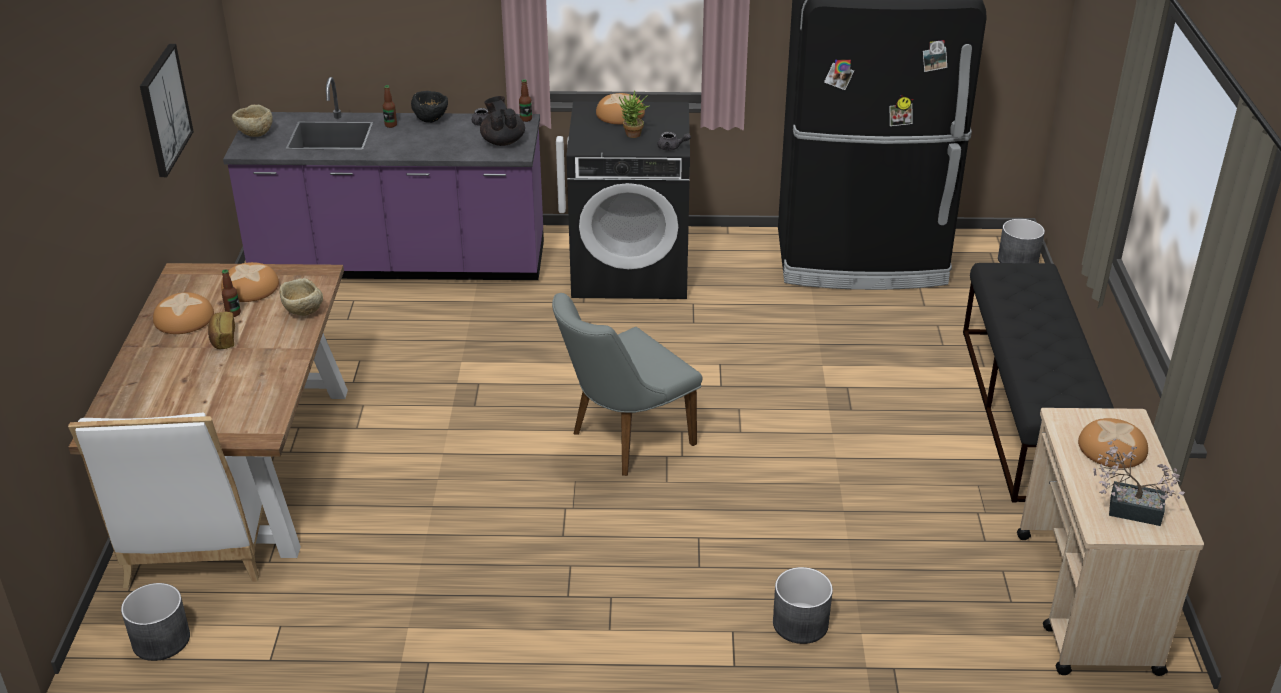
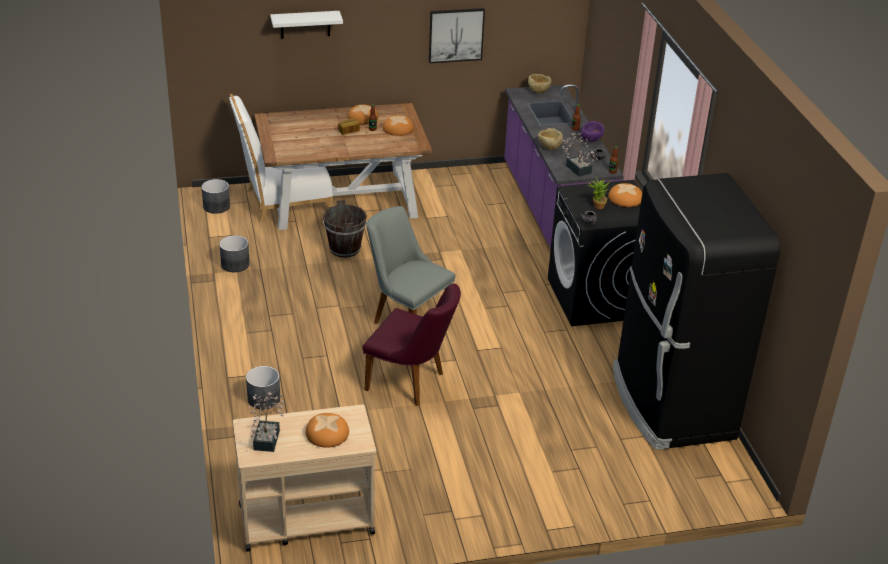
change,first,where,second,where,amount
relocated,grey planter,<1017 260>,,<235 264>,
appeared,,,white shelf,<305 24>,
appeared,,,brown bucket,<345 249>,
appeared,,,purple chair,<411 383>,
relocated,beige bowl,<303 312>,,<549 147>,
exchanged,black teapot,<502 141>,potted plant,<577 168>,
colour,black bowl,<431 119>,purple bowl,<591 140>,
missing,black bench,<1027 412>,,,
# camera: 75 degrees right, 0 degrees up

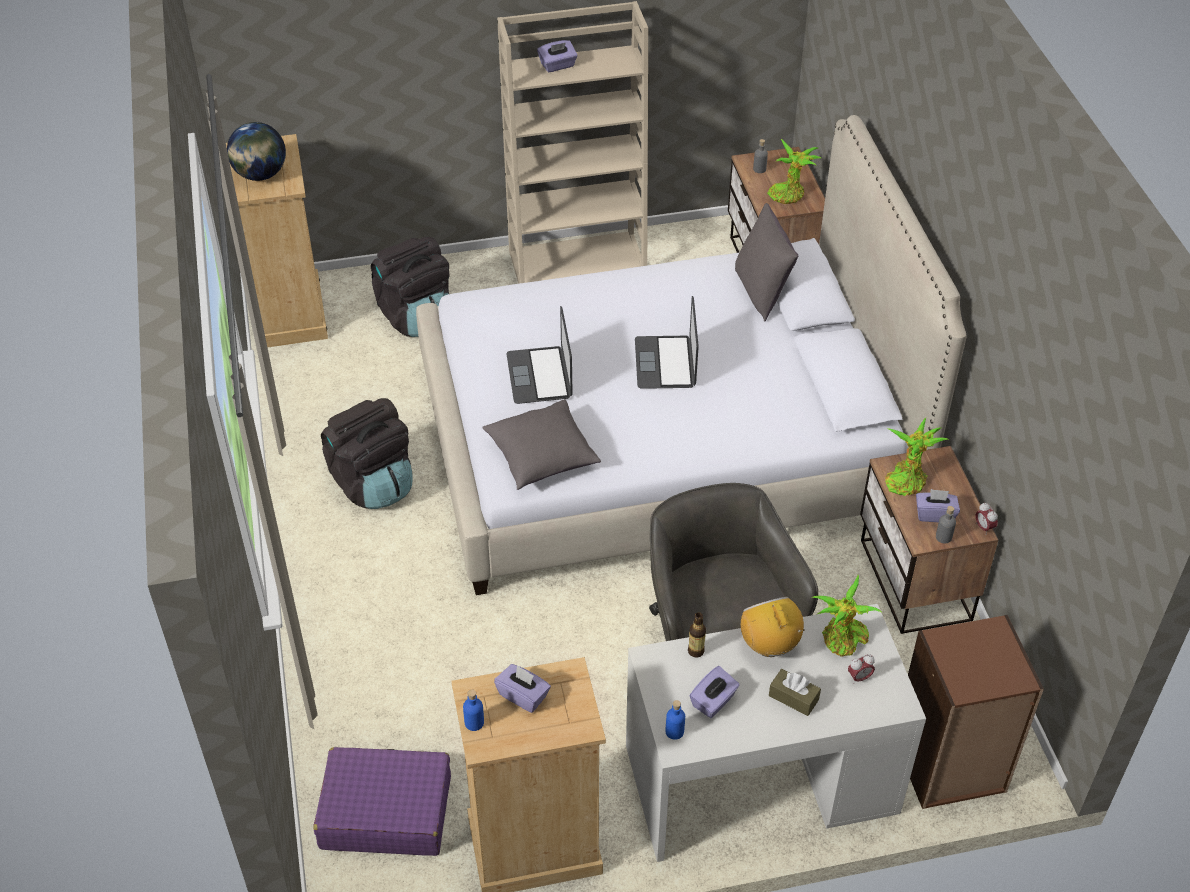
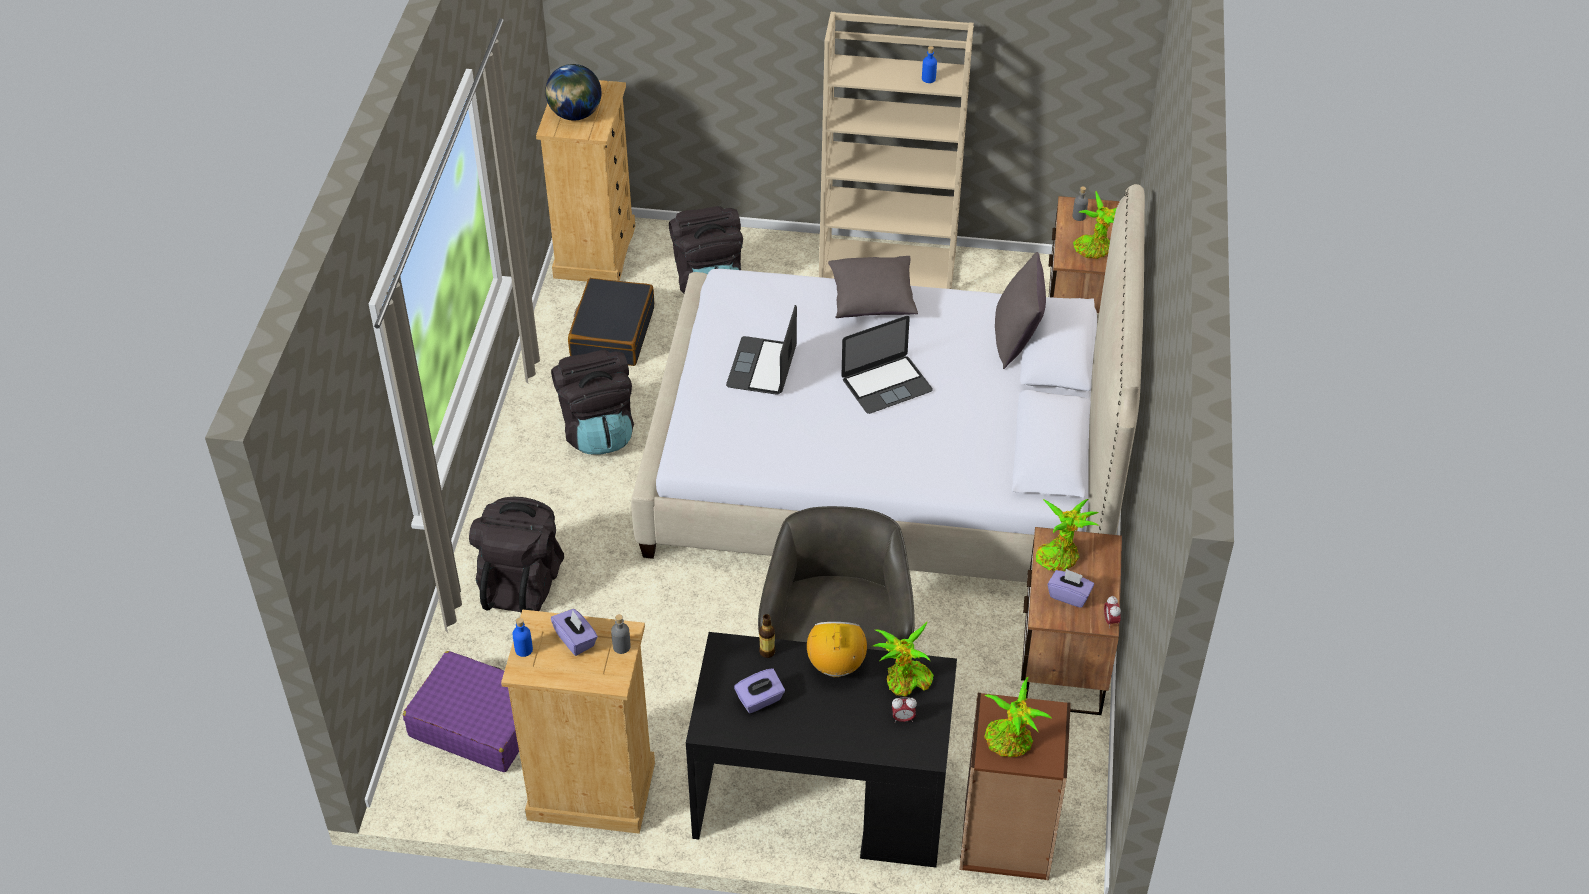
change,first,where,second,where,amount
appeared,,,black backpack,<522 582>,
appeared,,,black suitcase,<612 333>,
relocated,grey bottle,<943 537>,,<621 647>,
colour,white desk,<760 779>,black desk,<821 797>,
relocated,grey pillow,<541 457>,,<872 300>,
spun,laptop,<665 362>,,<886 384>,135 degrees counterclockwise
relocated,blue bottle,<674 731>,,<928 79>,
appeared,,,potted plant,<1010 742>,
missing,purple tissue box,<557 66>,,,
missing,brown tissue box,<793 697>,,,
# camera: 20 degrees right, 0 degrees up

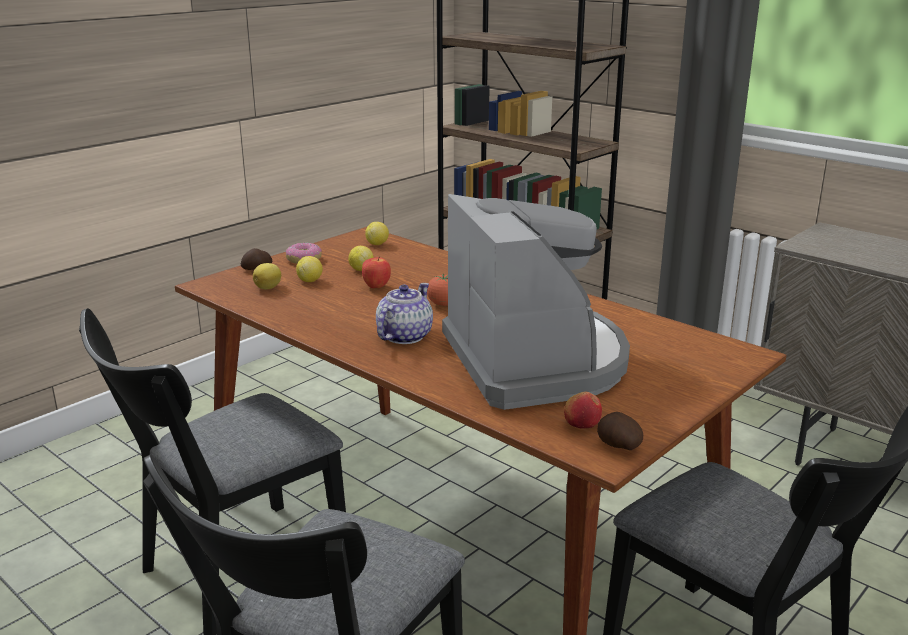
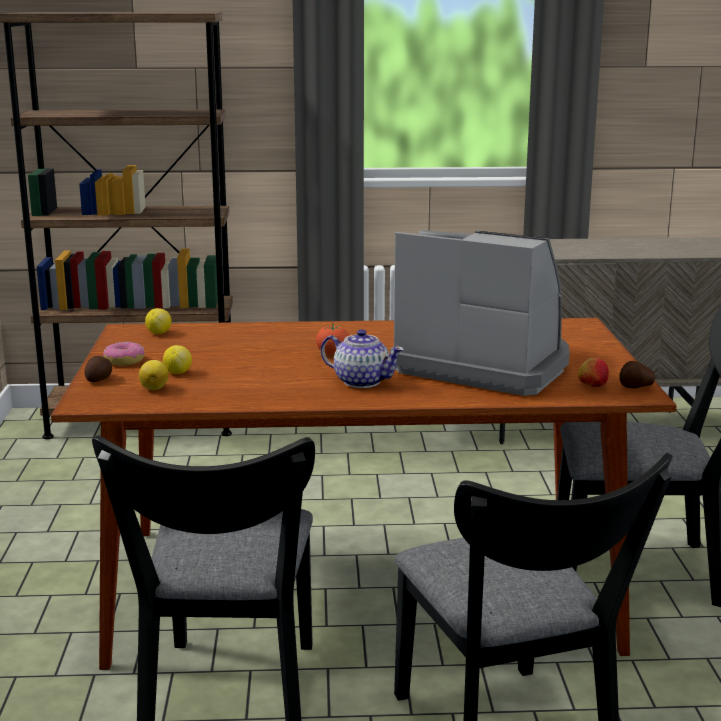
change,first,where,second,where,amount
spun,teapot,<403 336>,,<361 381>,135 degrees clockwise
missing,lemon,<361 269>,,,
missing,apple,<376 287>,,,
# camera: 45 degrees left, 5 degrees down

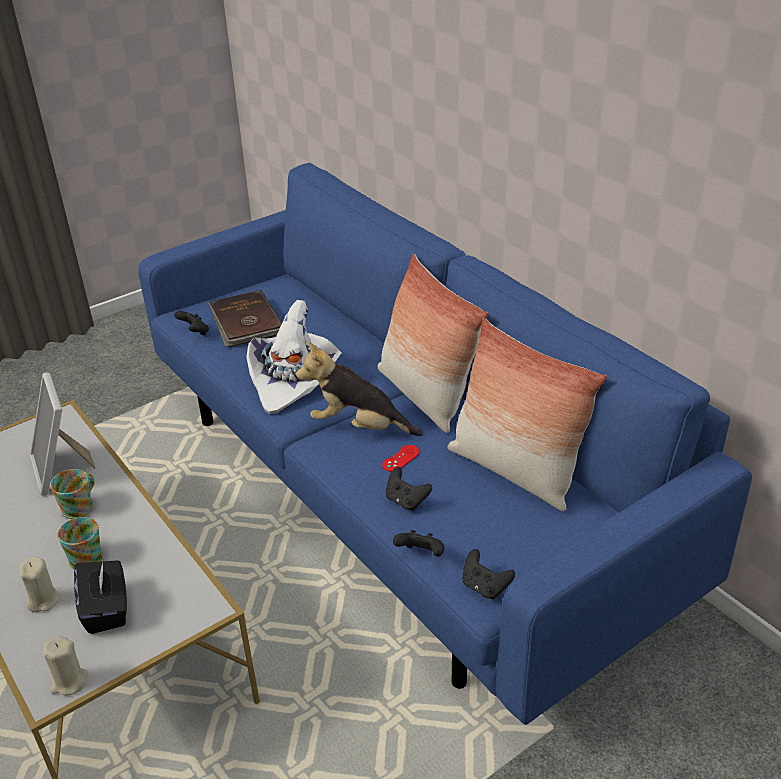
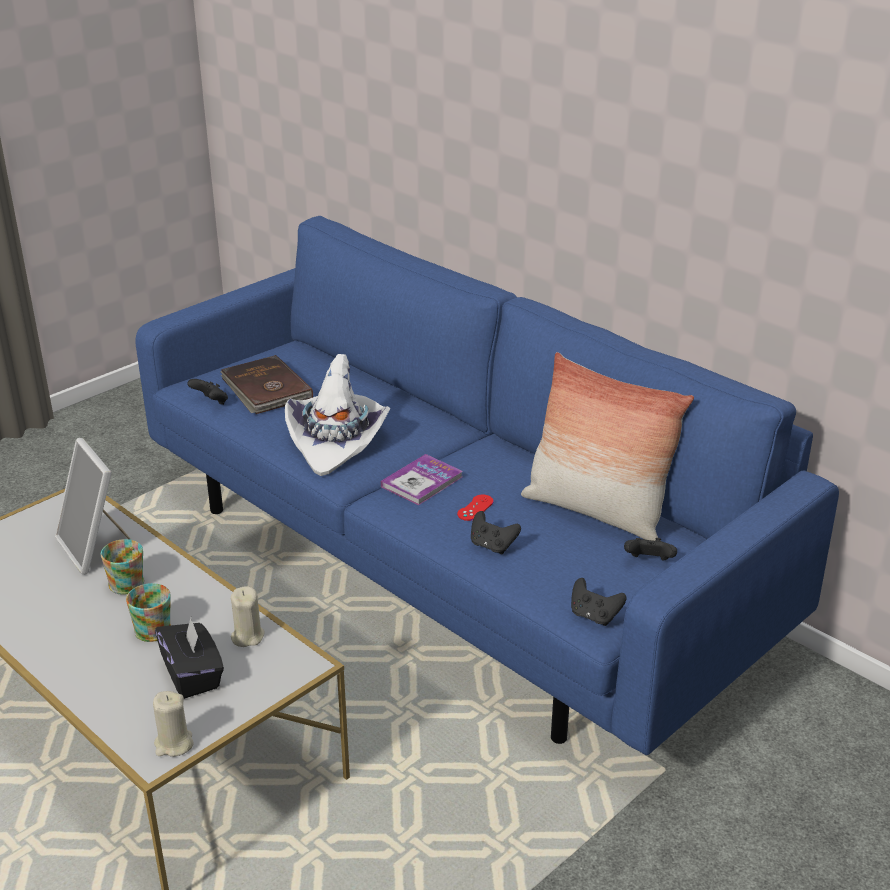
change,first,where,second,where,amount
relocated,beige candle,<43 600>,,<247 636>,
exchanged,plush toy,<359 426>,book,<422 481>,
relocated,black game controller,<421 555>,,<649 562>,
missing,pillow,<425 395>,,,
# camera: 10 degrees left, 5 degrees down

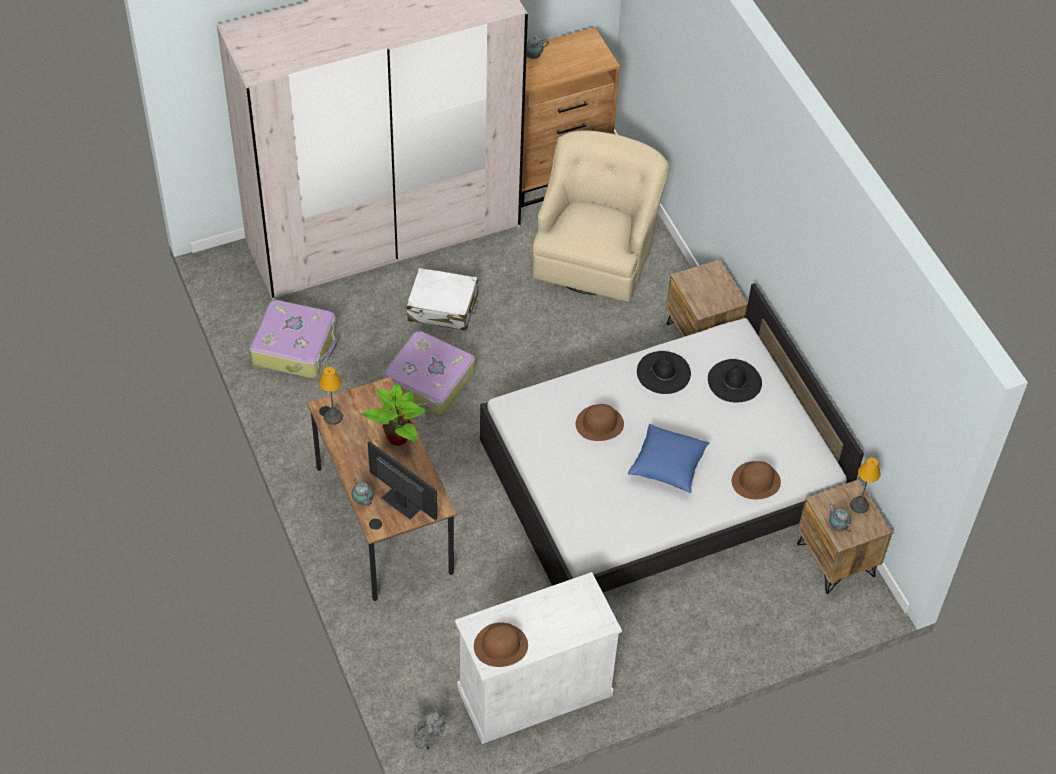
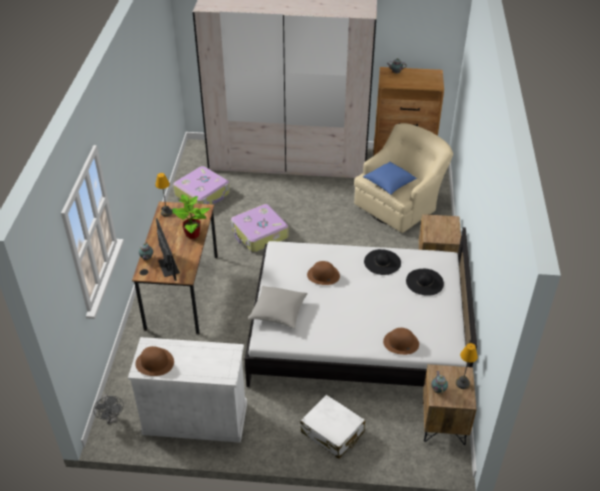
change,first,where,second,where,amount
appeared,,,grey pillow,<278 312>,
relocated,white suitcase,<443 307>,,<332 432>,
relocated,blue pillow,<668 466>,,<389 184>,
# camera: 30 degrees right, 10 degrees down

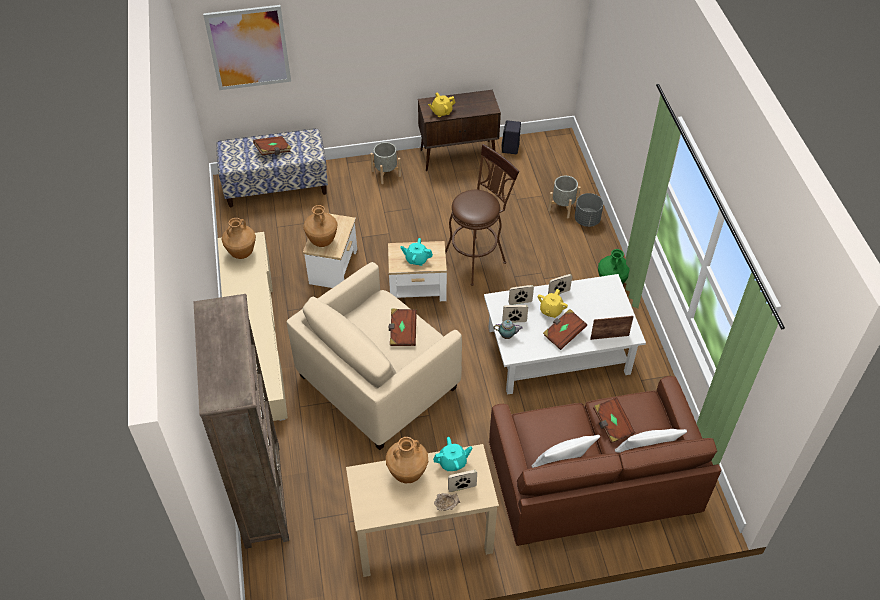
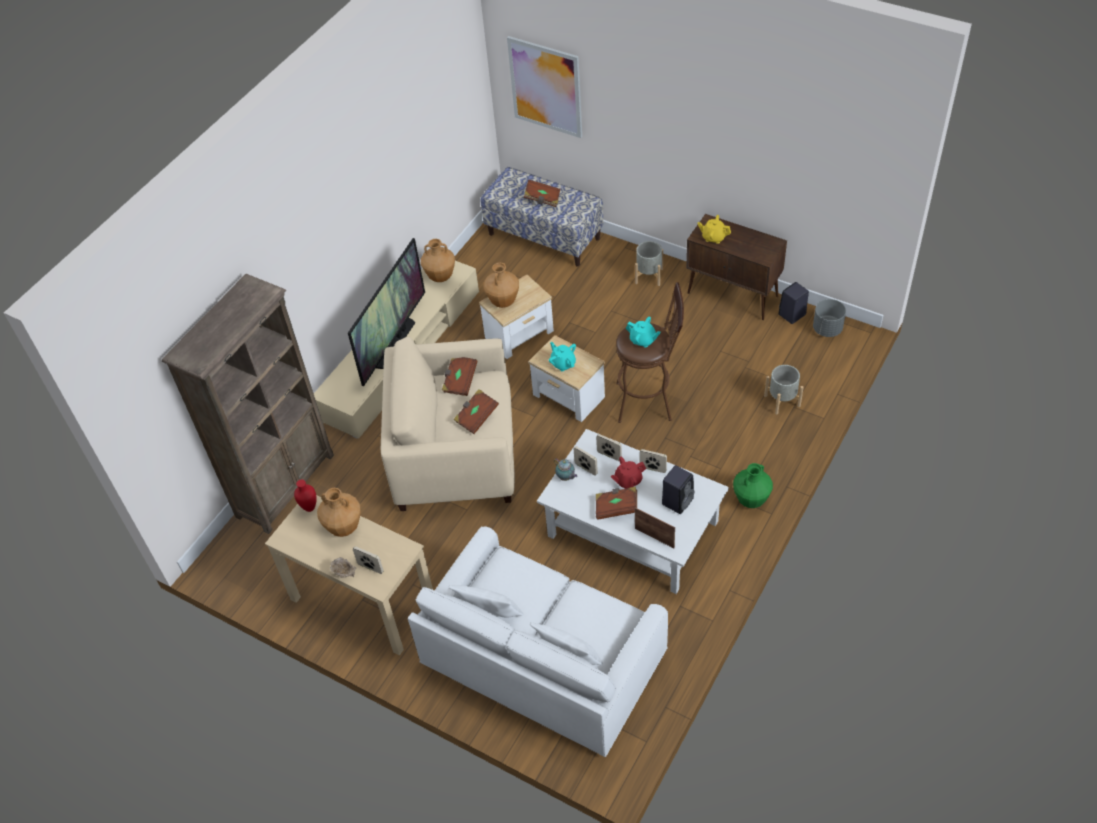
change,first,where,second,where,amount
appeared,,,red vase,<309 508>,
appeared,,,television,<394 343>,
colour,brown sofa,<592 479>,white sofa,<542 658>,
relocated,brown book,<612 425>,,<460 381>,
colour,yellow teapot,<551 311>,red teapot,<628 480>,
relocated,turquoise teapot,<452 462>,,<643 340>,
appeared,,,black speaker,<678 500>,
relocated,grey planter,<587 220>,,<827 329>,
# camera: 45 degrees right, 0 degrees up

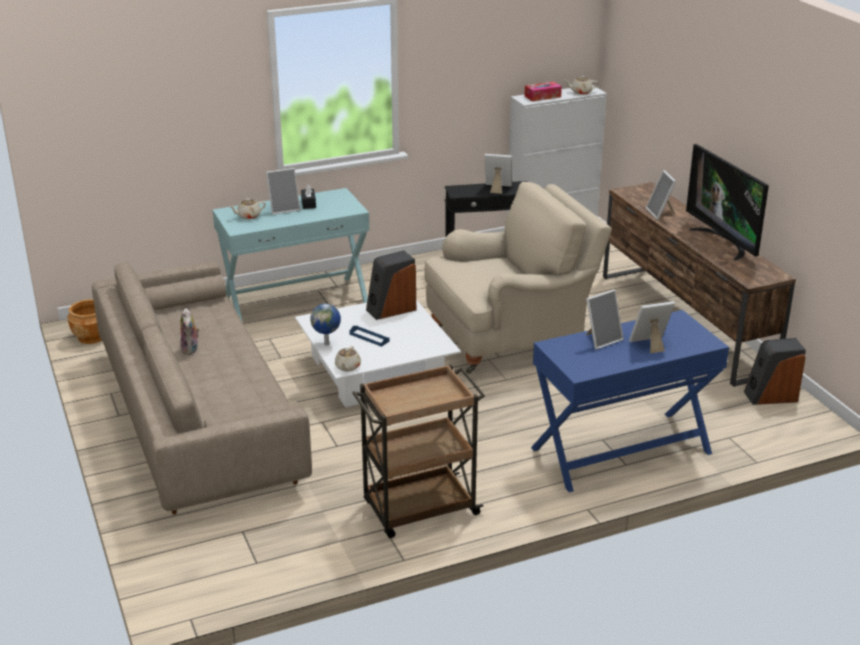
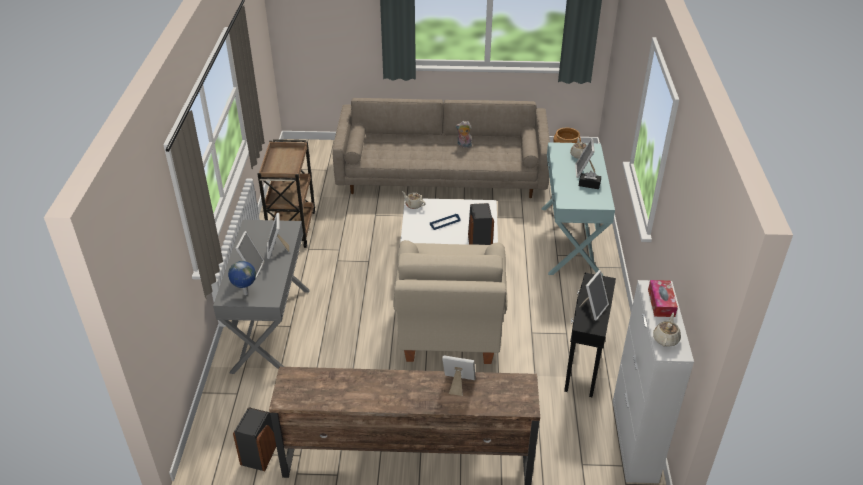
change,first,where,second,where,amount
colour,blue console table,<621 451>,grey console table,<271 329>,
relocated,globe,<327 344>,,<245 294>,
missing,television,<723 242>,,,
# camera: 115 degrees right, 10 degrees up

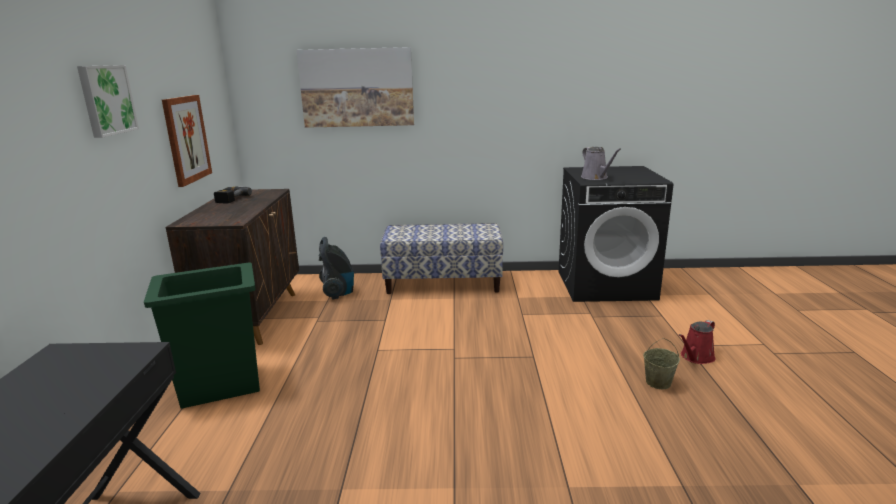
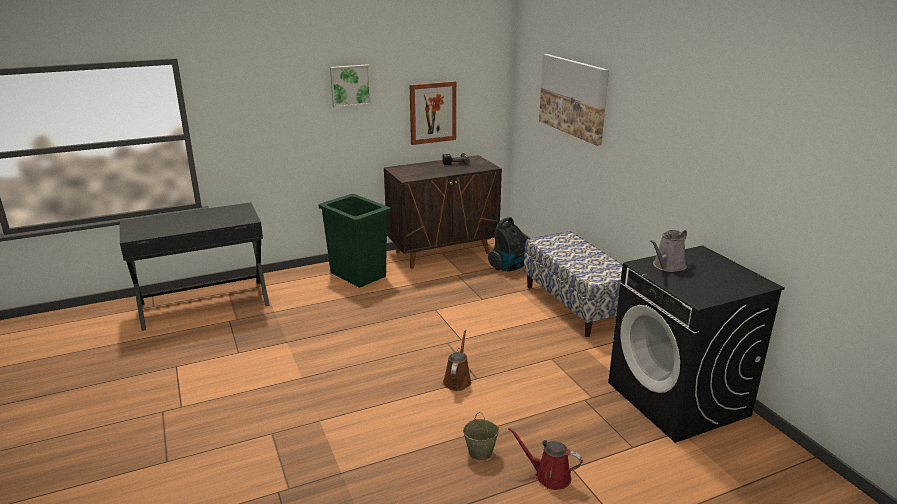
change,first,where,second,where,amount
appeared,,,brown watering can,<457 380>,
# camera: 65 degrees right, 5 degrees up

